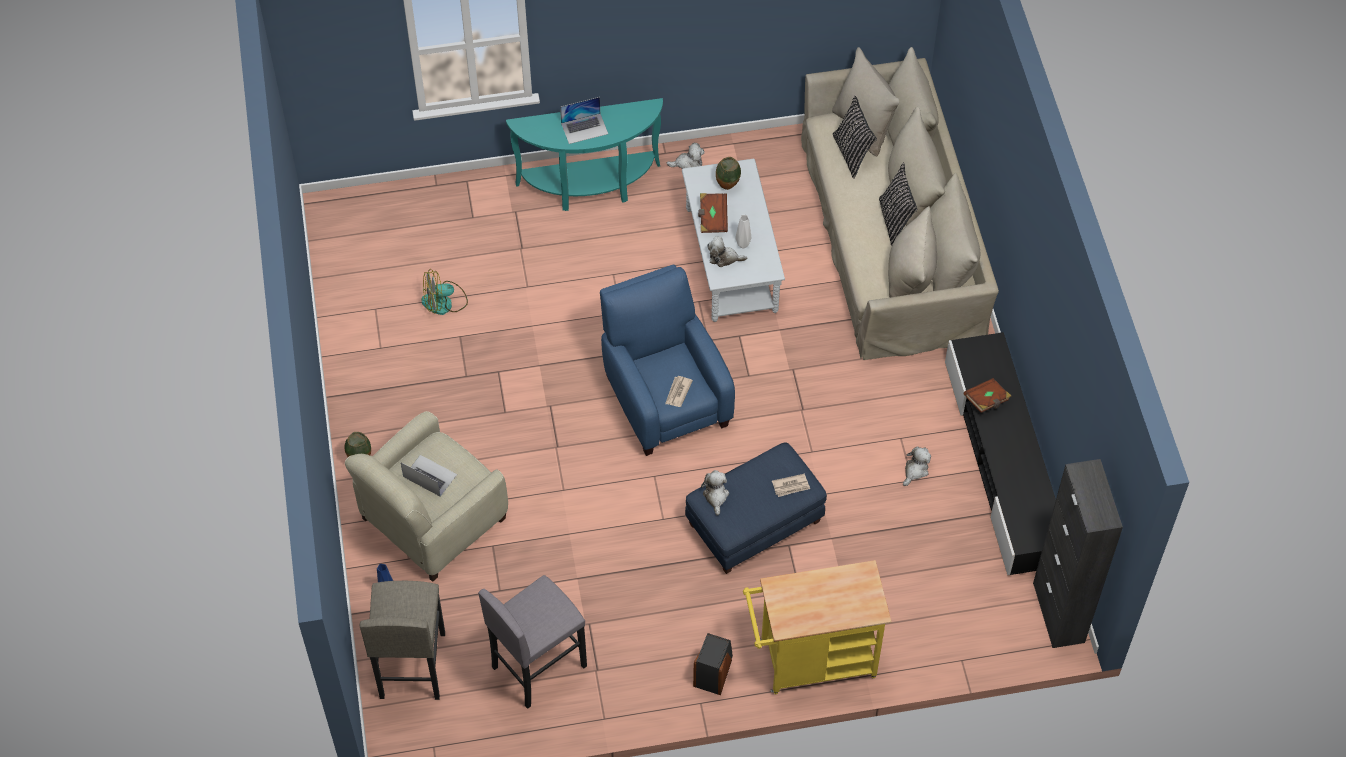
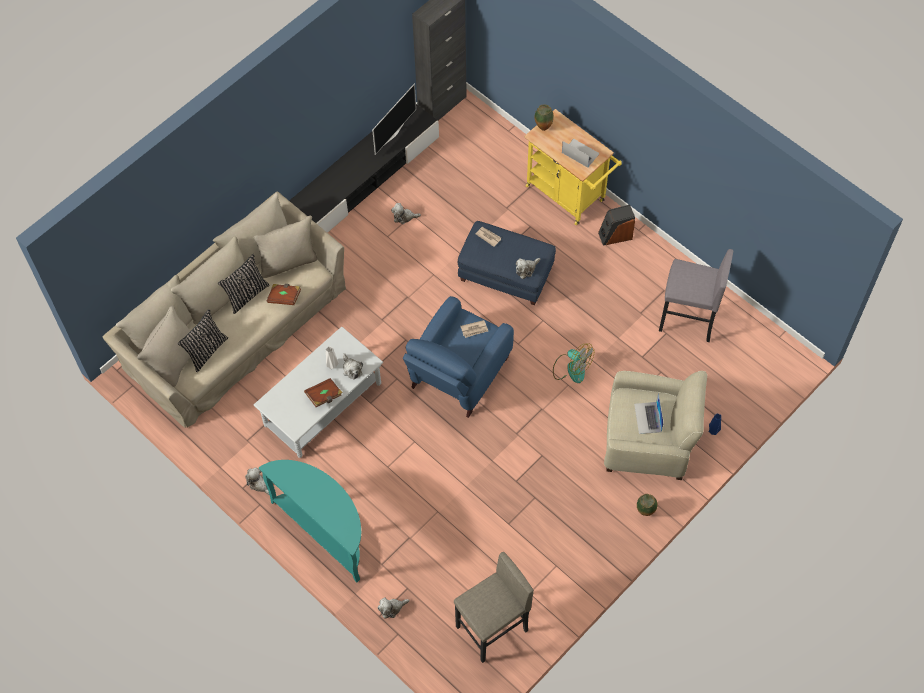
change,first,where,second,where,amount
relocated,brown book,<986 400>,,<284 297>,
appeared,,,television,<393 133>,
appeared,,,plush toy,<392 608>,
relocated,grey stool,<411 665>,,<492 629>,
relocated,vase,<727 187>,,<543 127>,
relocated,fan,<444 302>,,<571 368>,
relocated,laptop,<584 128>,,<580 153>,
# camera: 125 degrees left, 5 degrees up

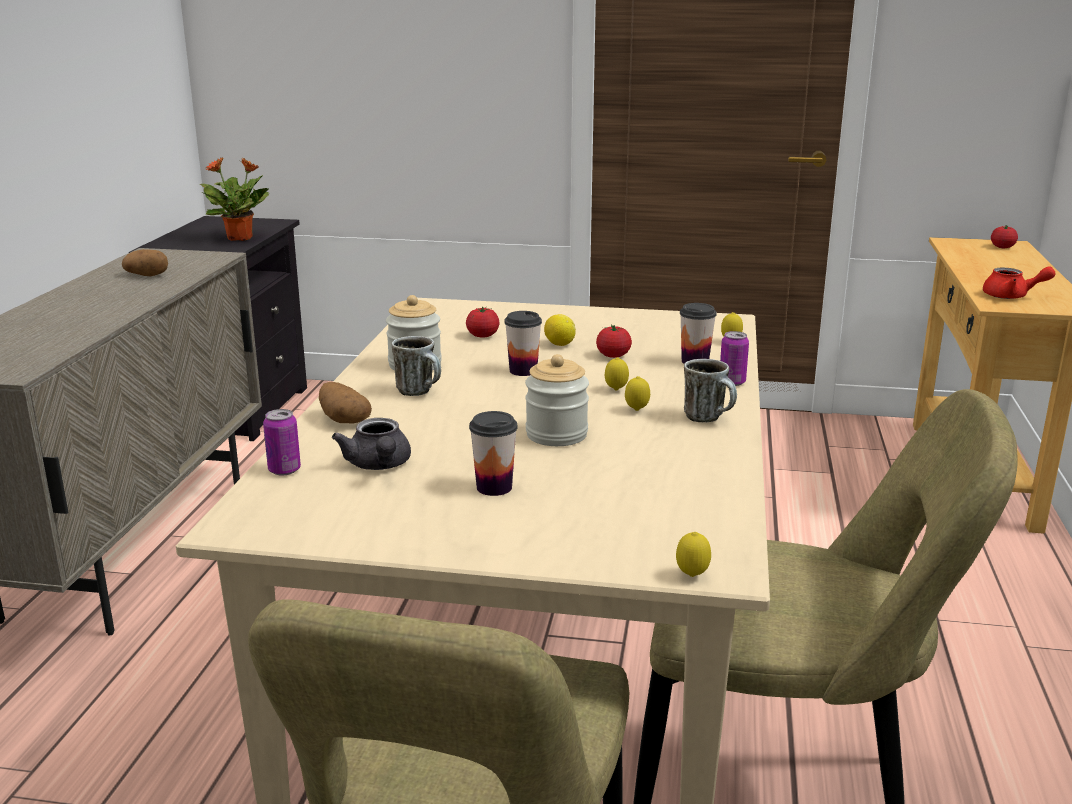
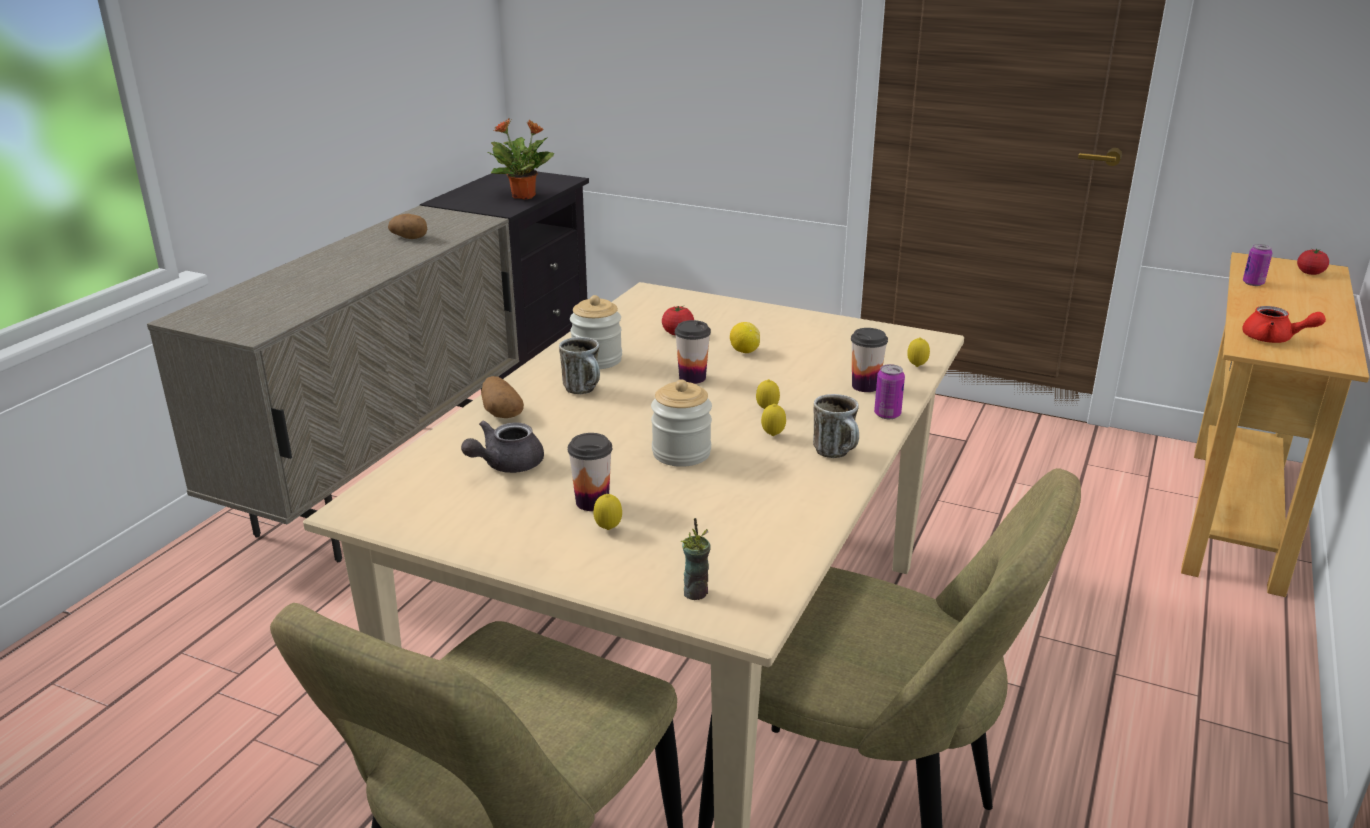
change,first,where,second,where,amount
spun,grey teapot,<379 465>,,<505 465>,45 degrees clockwise
relocated,lemon,<692 576>,,<608 529>,
appeared,,,cup,<696 592>,
relocated,can,<284 470>,,<1253 283>,
missing,tomato,<613 355>,,,
# camera: 15 degrees right, 5 degrees up

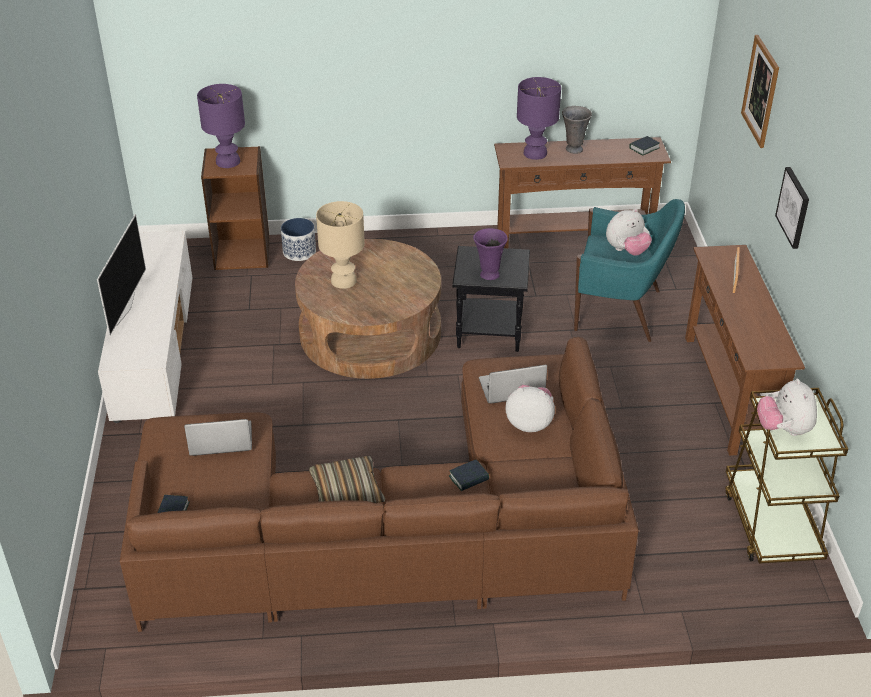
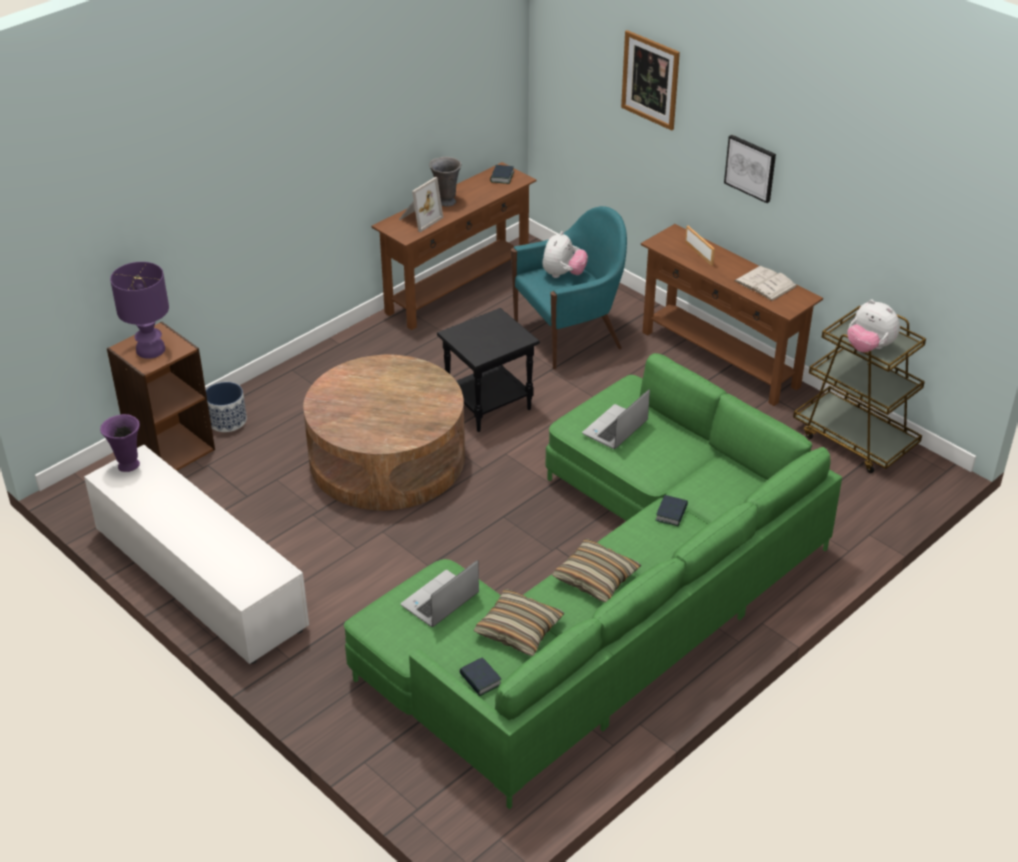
change,first,where,second,where,amount
relocated,purple vase,<488 275>,,<127 465>,
colour,brown sofa,<396 528>,green sofa,<609 600>,
exchanged,purple table lamp,<535 153>,picture frame,<419 219>,
appeared,,,pillow,<518 630>,
appeared,,,white book,<765 283>,
missing,television,<125 308>,,,
missing,beige table lamp,<343 281>,,,
missing,plush toy,<529 423>,,,
# camera: 40 degrees left, 0 degrees up

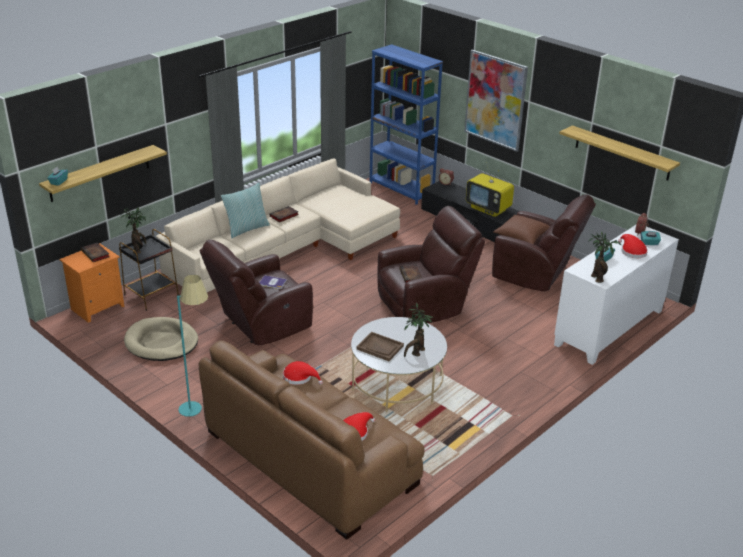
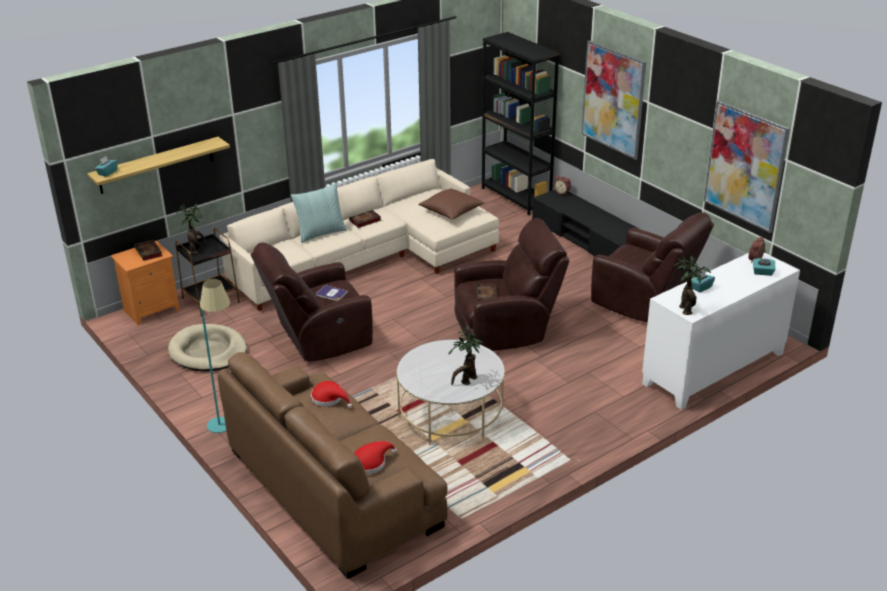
change,first,where,second,where,amount
relocated,brown pillow,<521 236>,,<451 211>,
colour,blue bookcase,<401 189>,black bookcase,<516 197>,
exchanged,shelf,<622 153>,picture,<745 166>,
missing,brown tray,<380 347>,,,
missing,television,<489 209>,,,
missing,red hat,<632 251>,,,
# camera: 10 degrees right, 0 degrees up

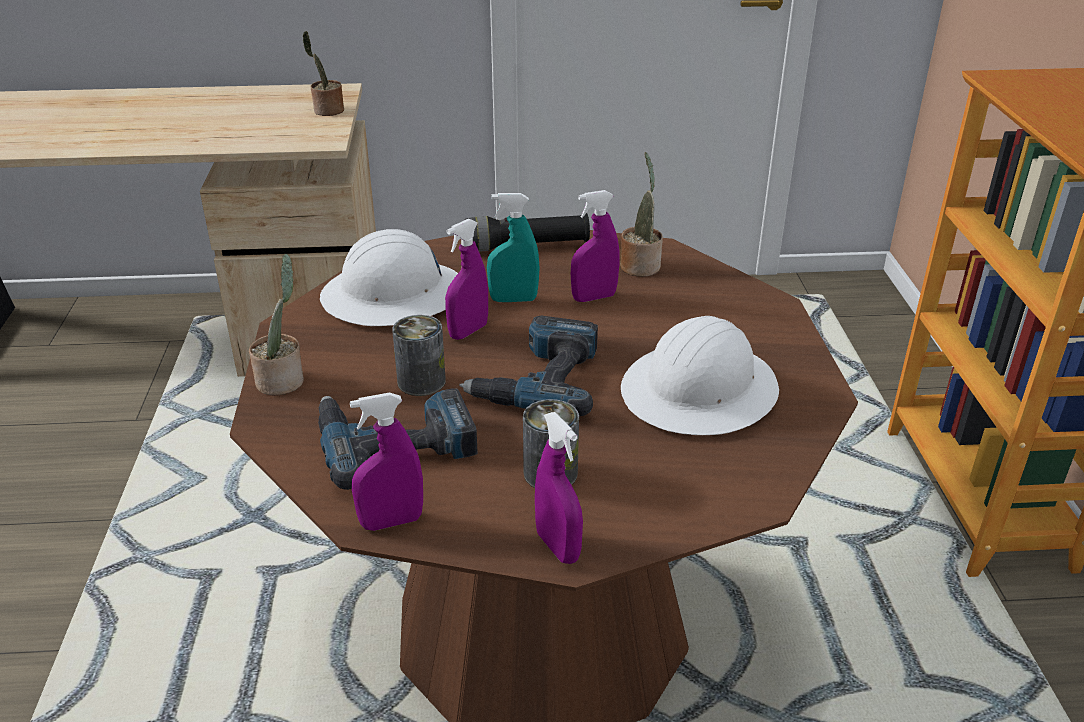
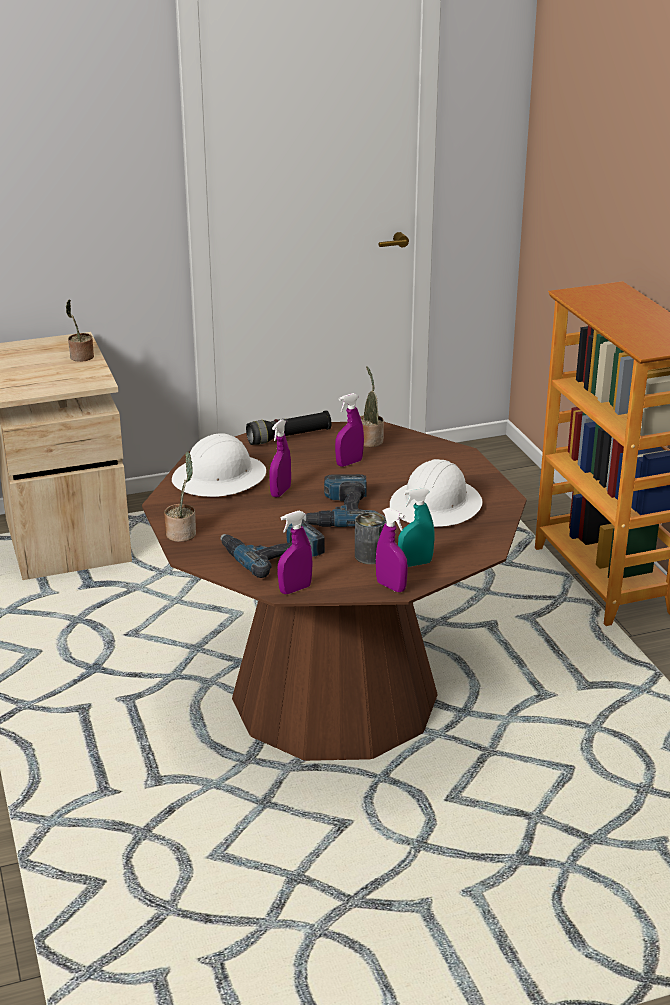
change,first,where,second,where,amount
relocated,turquoise spray bottle,<513 300>,,<415 564>,
missing,can,<421 381>,,,
# camera: 15 degrees left, 5 degrees down

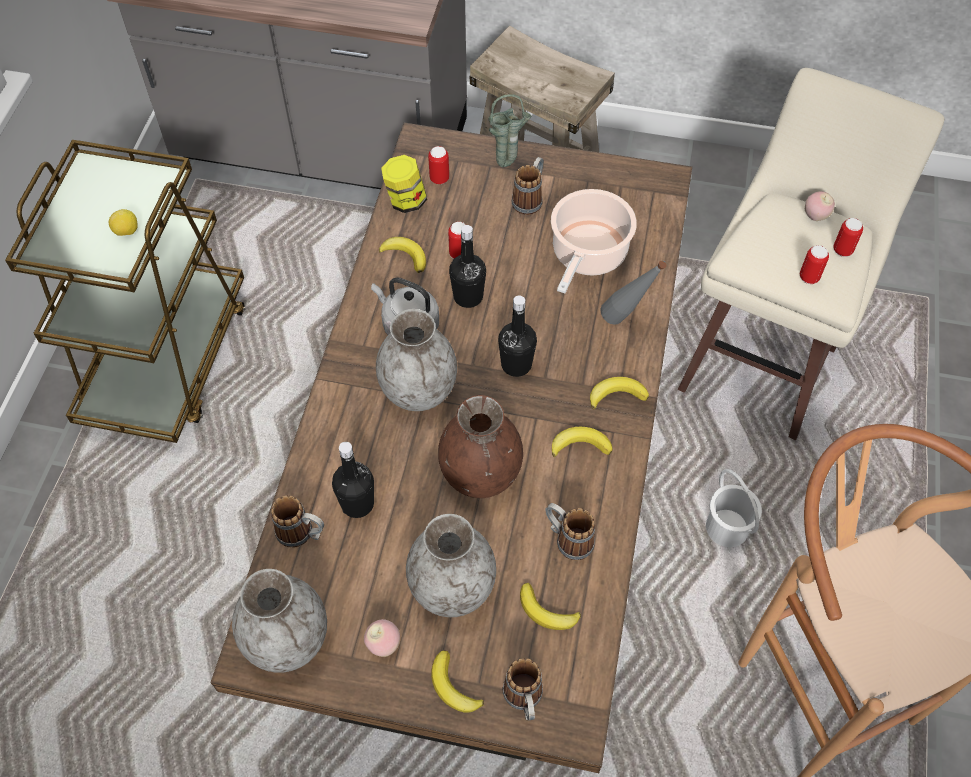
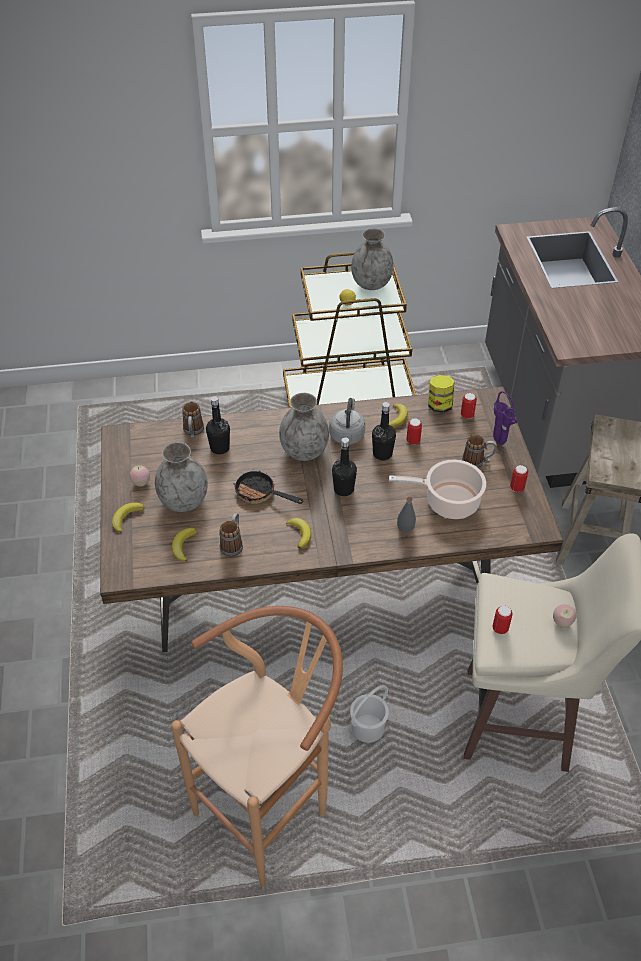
change,first,where,second,where,amount
exchanged,brown vase,<481 473>,frying pan,<260 494>,
relocated,grey vase,<288 639>,,<371 284>,
colour,green vase,<508 164>,purple vase,<500 444>,
relocated,can,<842 250>,,<517 488>,
missing,mug,<524 700>,,,
missing,banana,<616 395>,,,
# camera: 70 degrees right, 10 degrees down

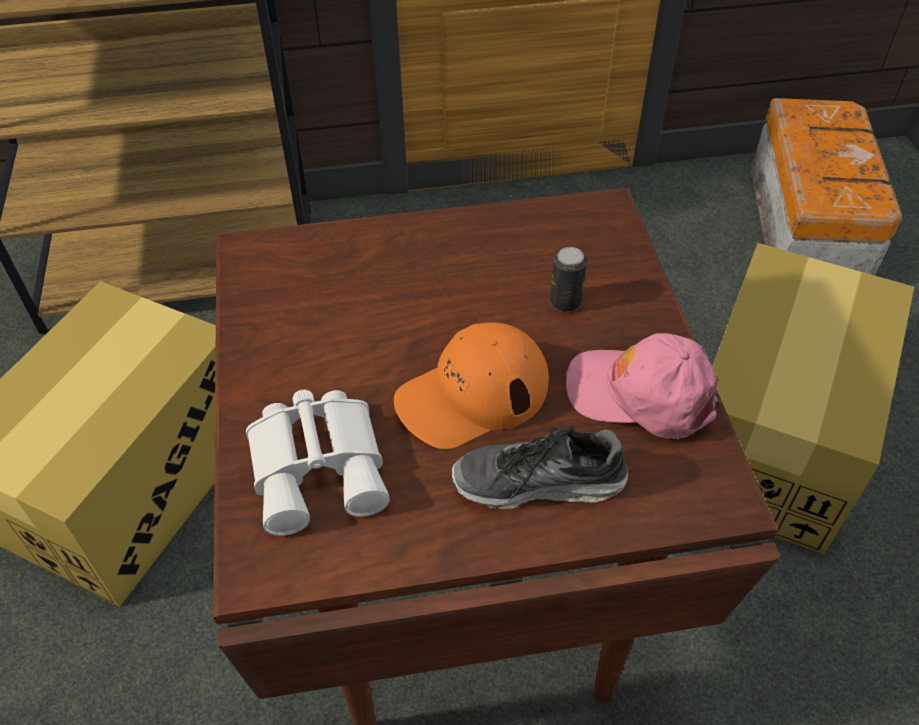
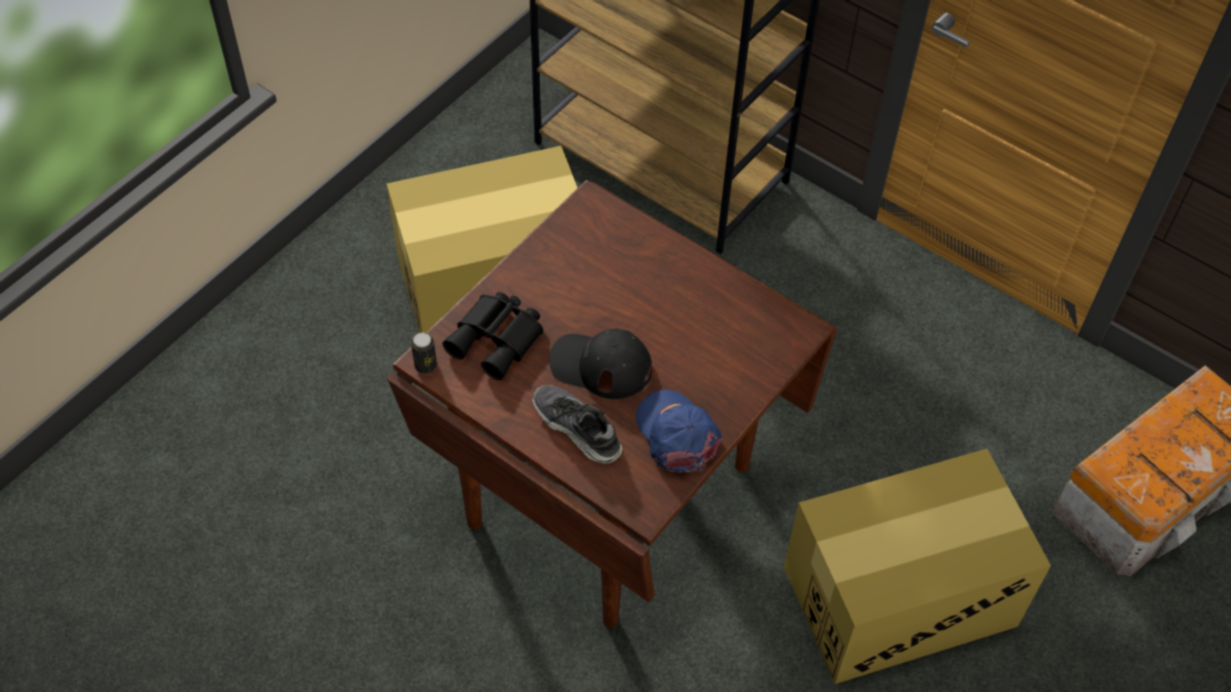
change,first,where,second,where,amount
relocated,can,<565 301>,,<425 365>,
colour,white binoculars,<321 466>,black binoculars,<498 339>,
colour,orange cap,<472 394>,black cap,<600 365>,
colour,pink cap,<642 393>,blue cap,<676 434>,
# camera: 45 degrees right, 5 degrees up

